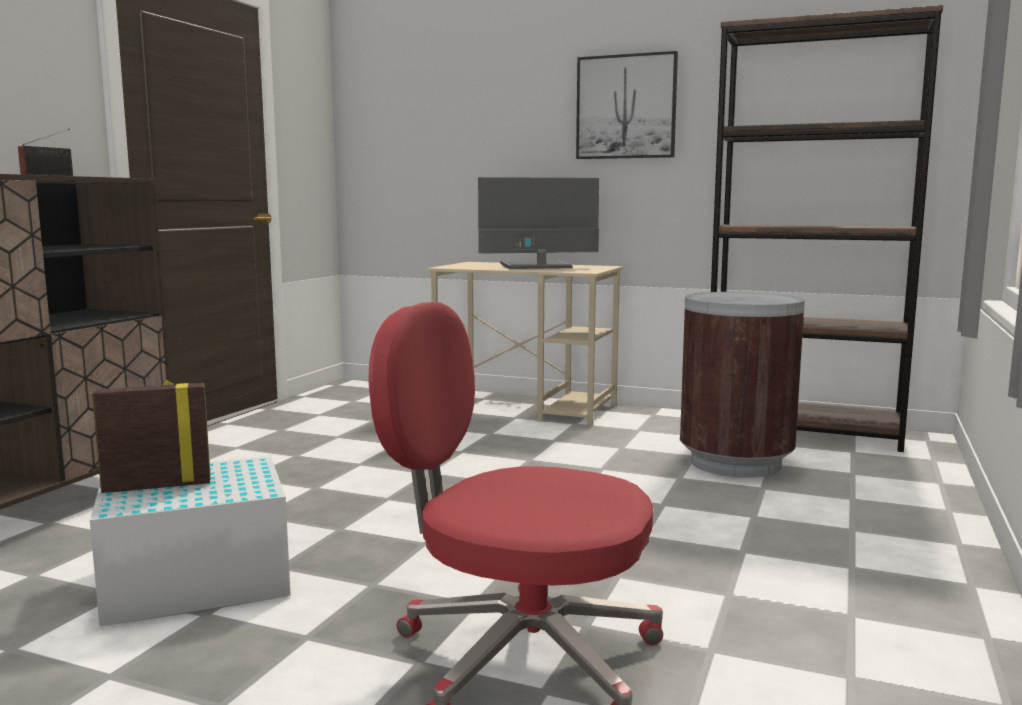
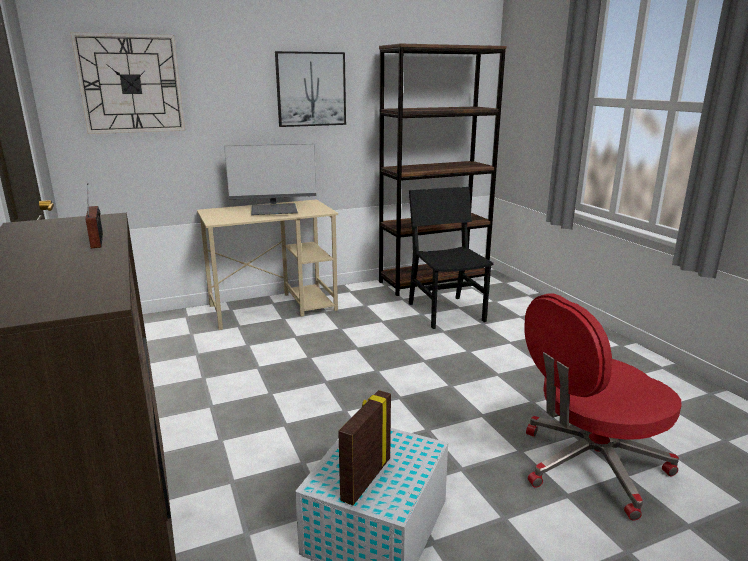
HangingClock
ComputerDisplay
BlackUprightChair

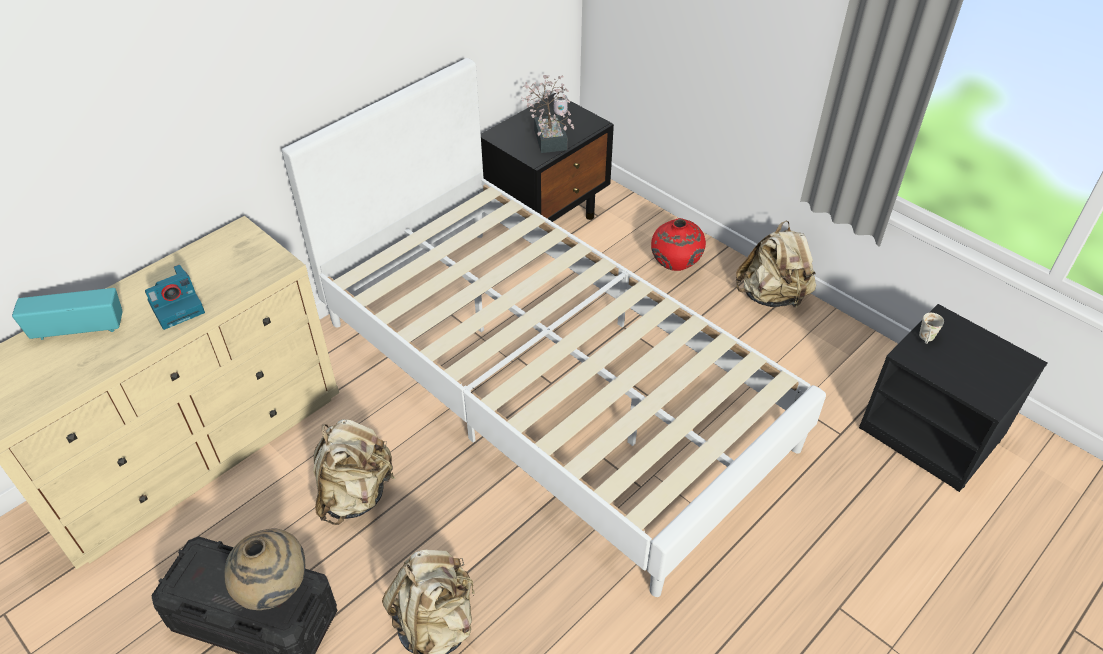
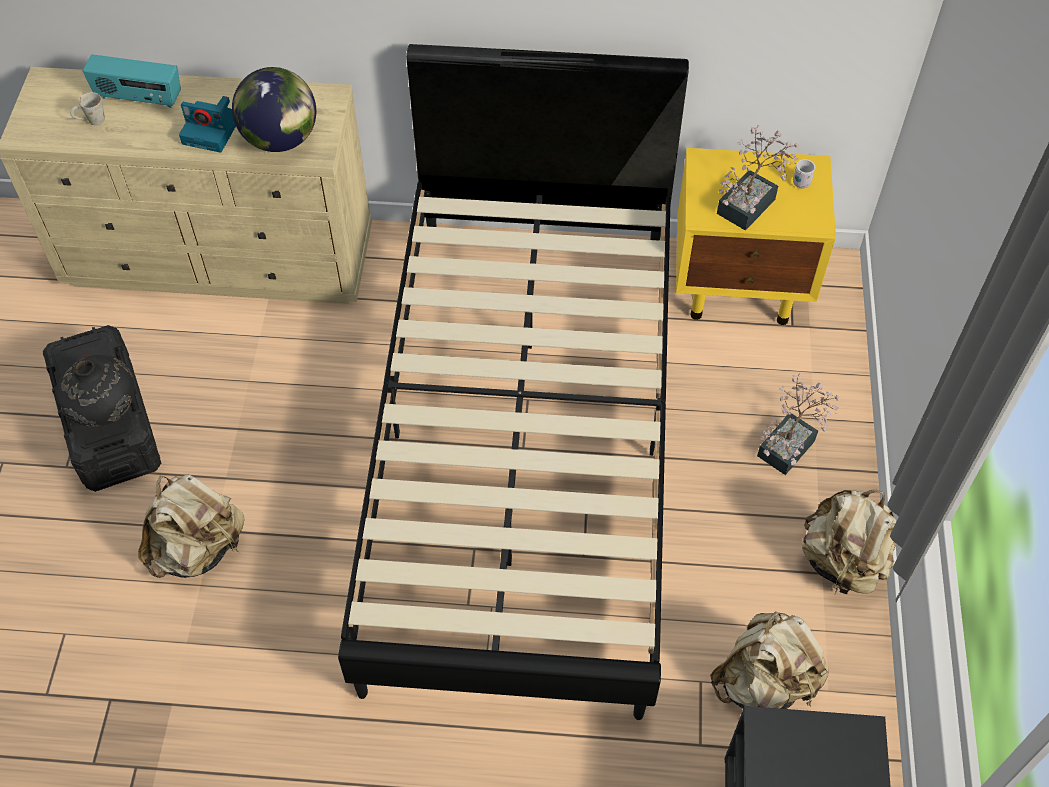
BlackFlowerVase
WhiteTeaMug (no. 1 from left)
Radio
DeskGlobe
BlackBed
YellowNightTable
BeigeKnapsack (no. 2 from left)
PlantInAPot (no. 2 from left)

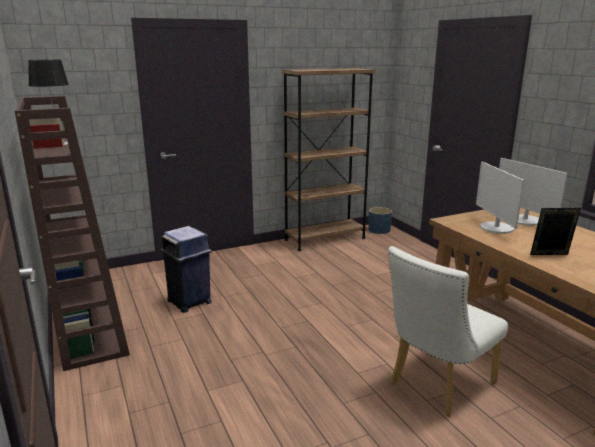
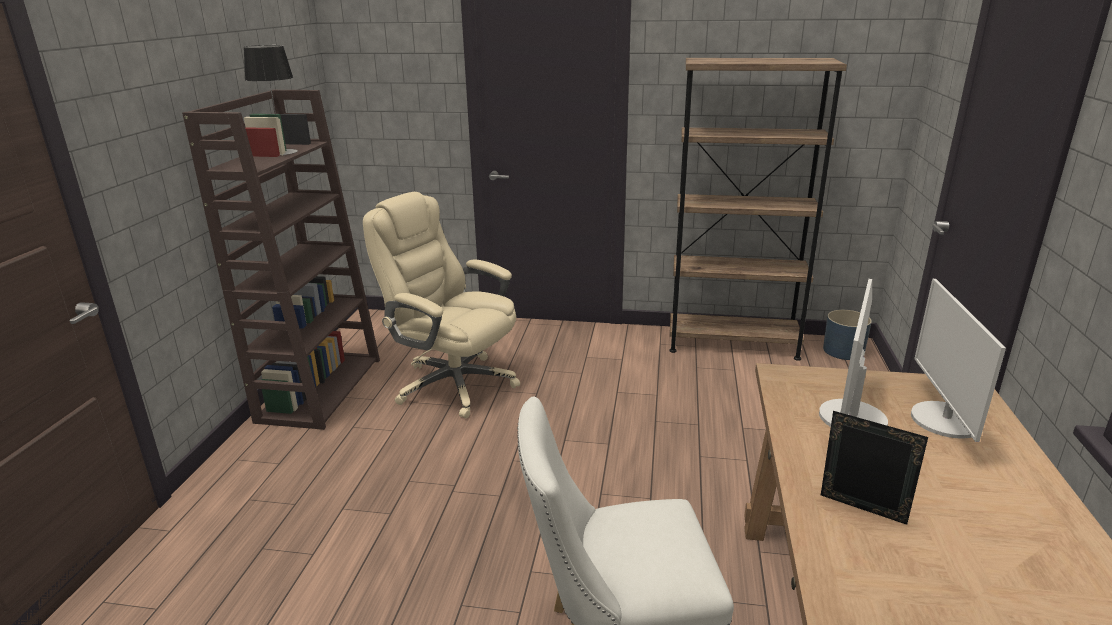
BeigeComputerChair

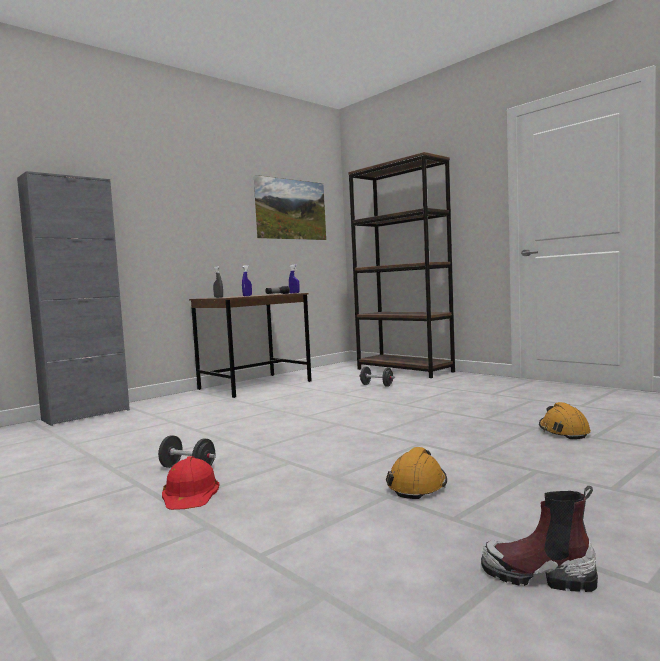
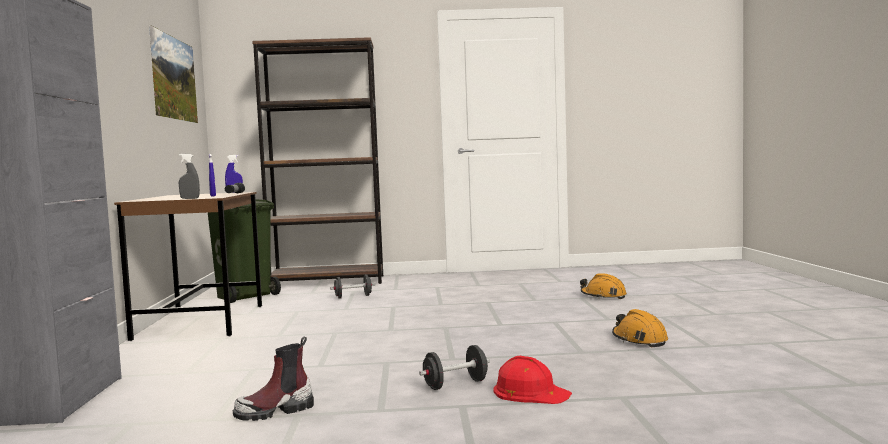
GreenColouredWasteBin
TallBoot

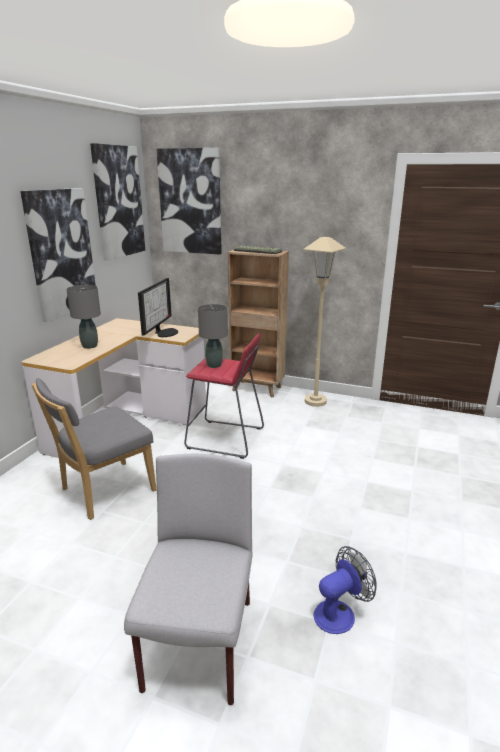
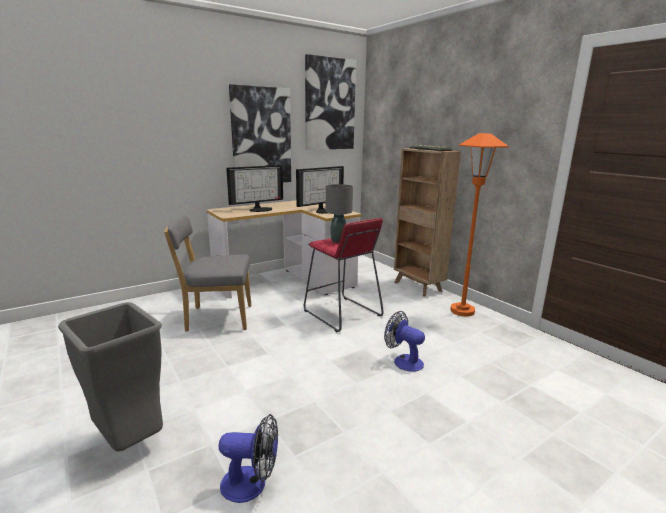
GreyishWasteBin
ComputerDisplay (no. 1 from left)
ElectricFan (no. 2 from left)
OrangeStandardLamp
WallPicture (no. 3 from left in the first image)

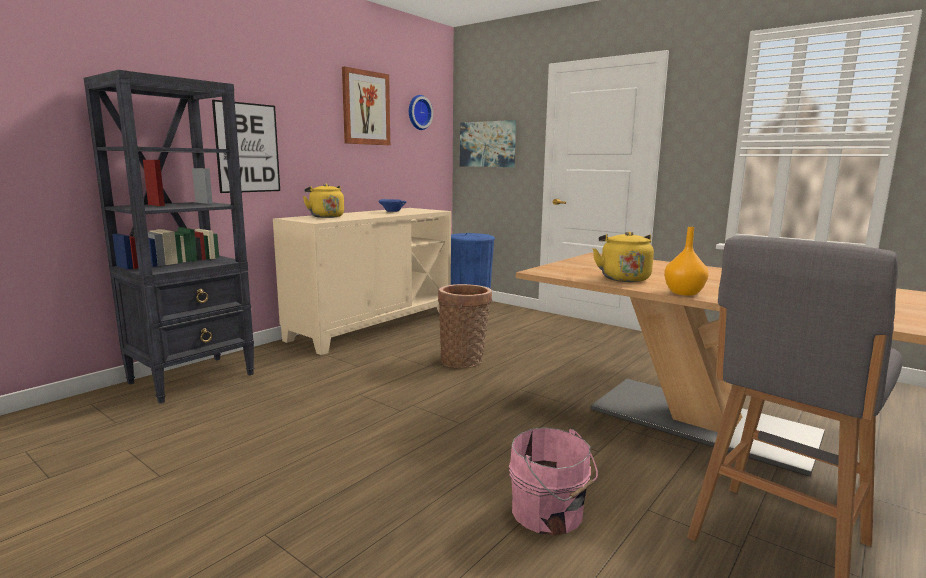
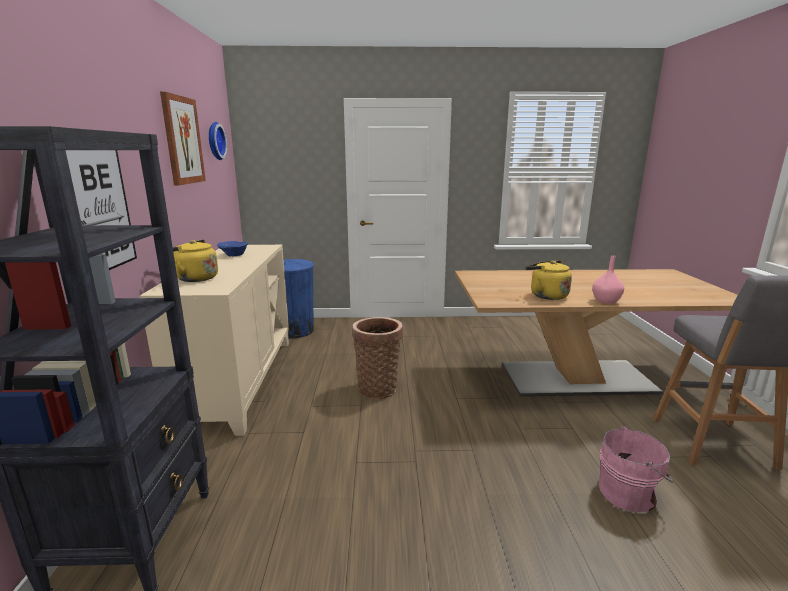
PinkFlowerVase
WallPicture (no. 3 from left in the first image)

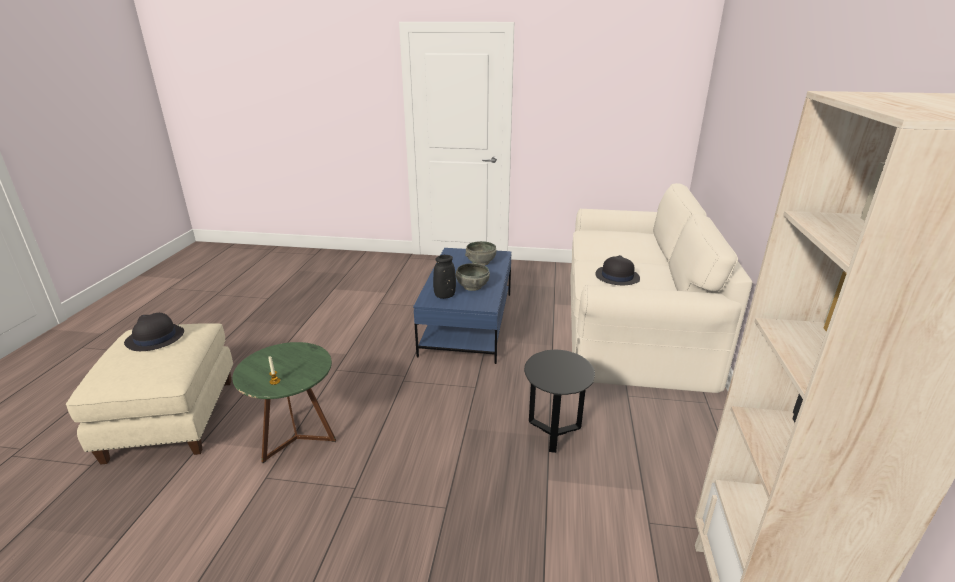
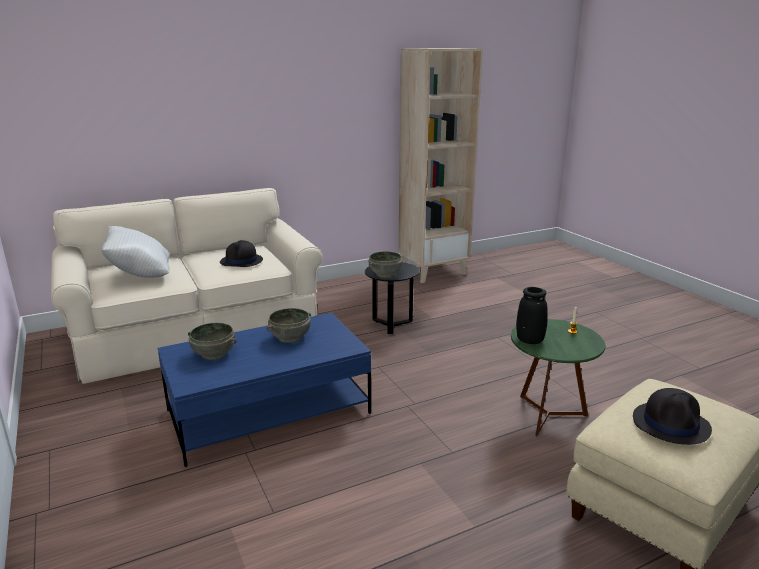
WhiteCushion
GreyishServingBowl (no. 3 from left)
BlackFlowerVase

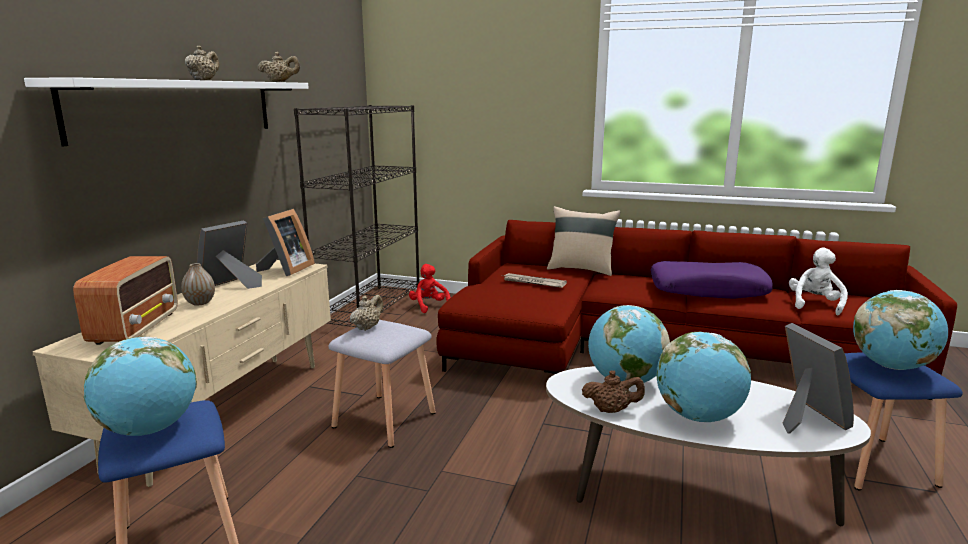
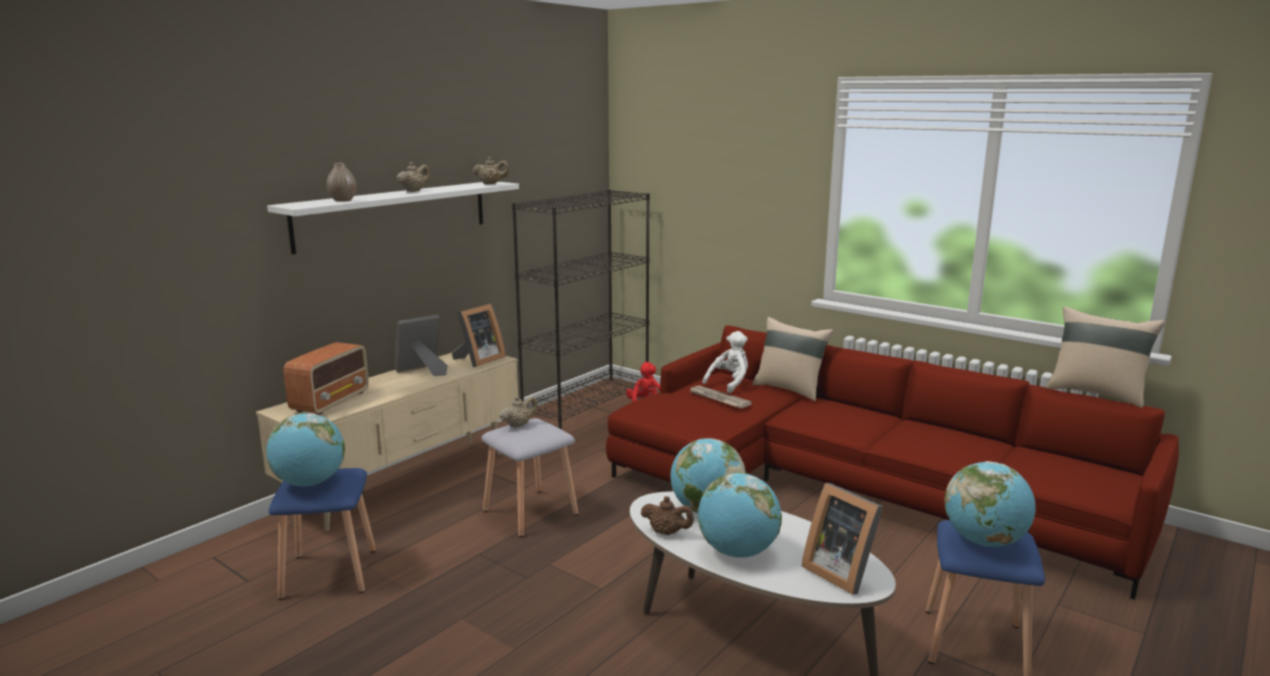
FlowerVase
WhitePlushToy
PhotoFrame (no. 3 from left)
BeigeCushion (no. 2 from left)
PurpleCushion

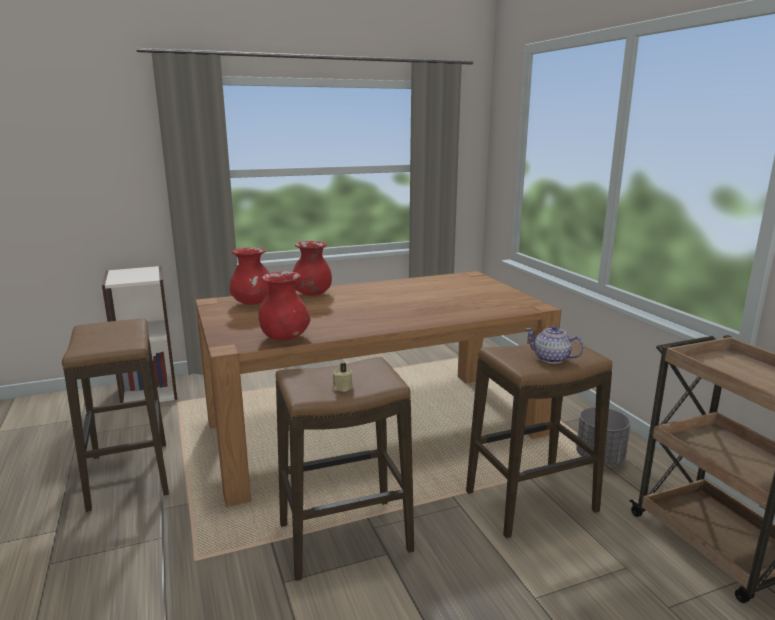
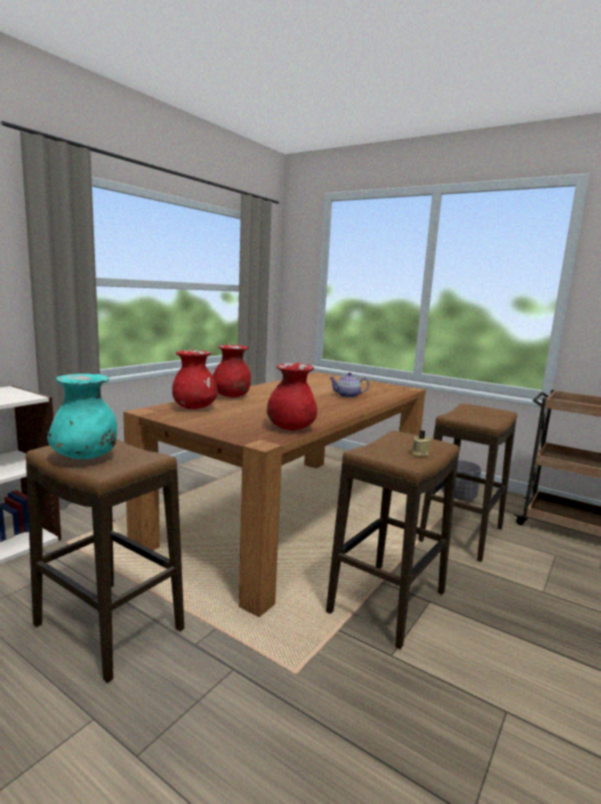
BlueGreenFlowerVase
PotForTea

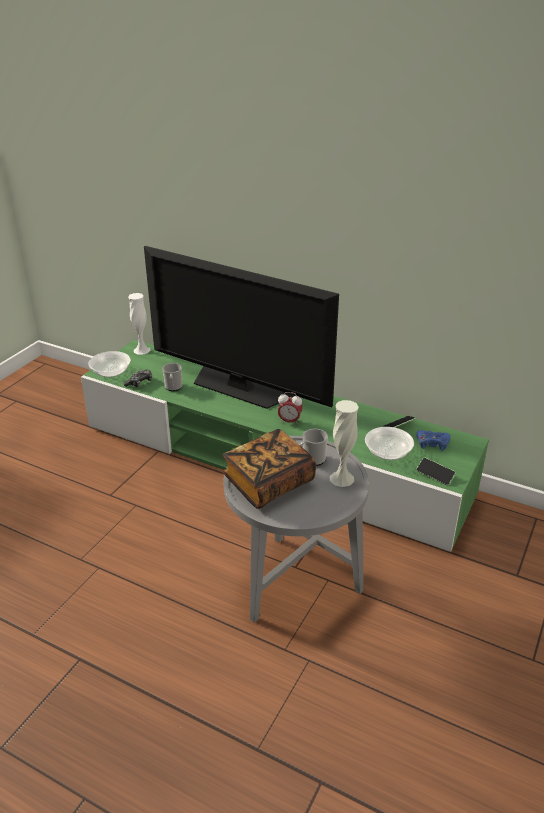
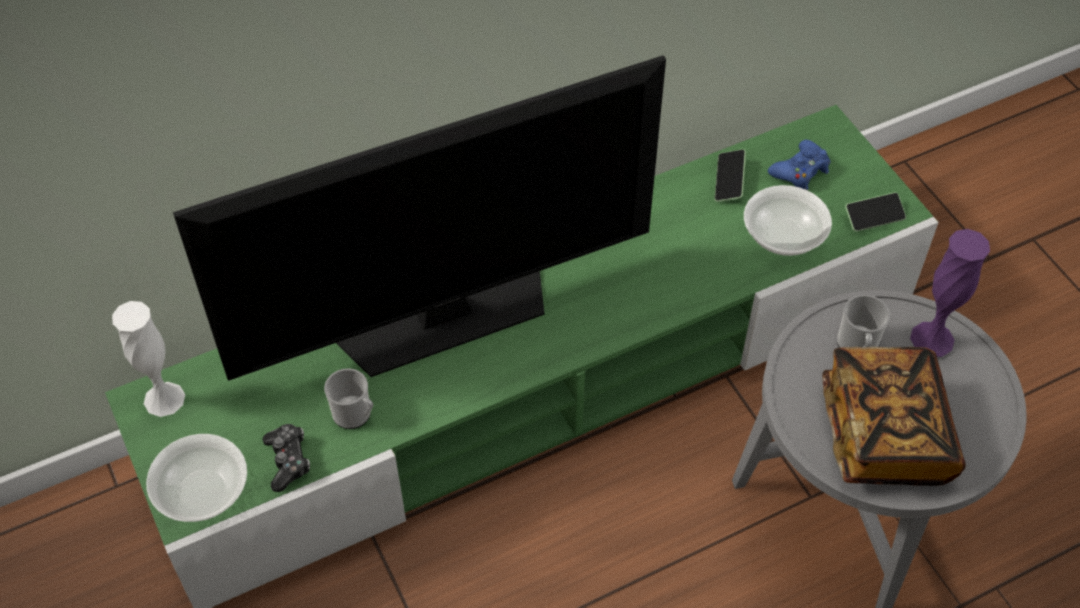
PurpleFlowerVase
AlarmClock

